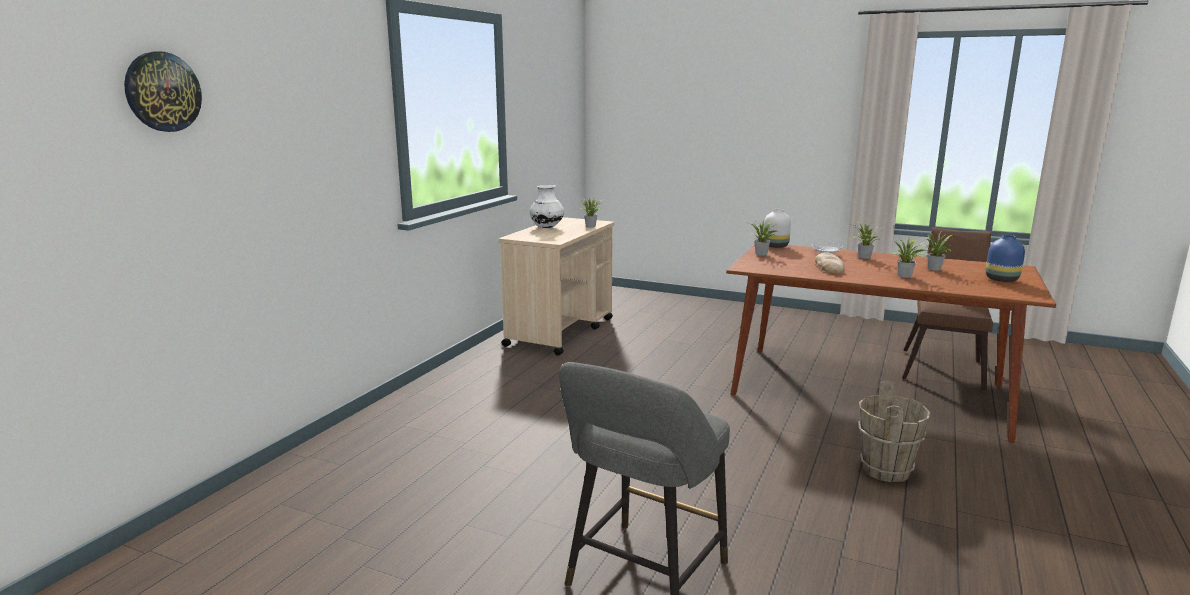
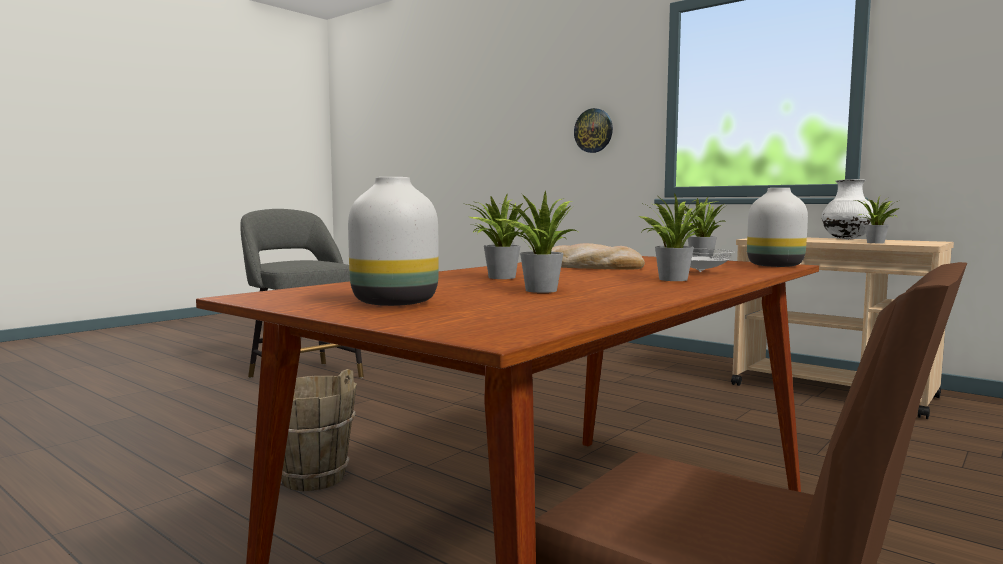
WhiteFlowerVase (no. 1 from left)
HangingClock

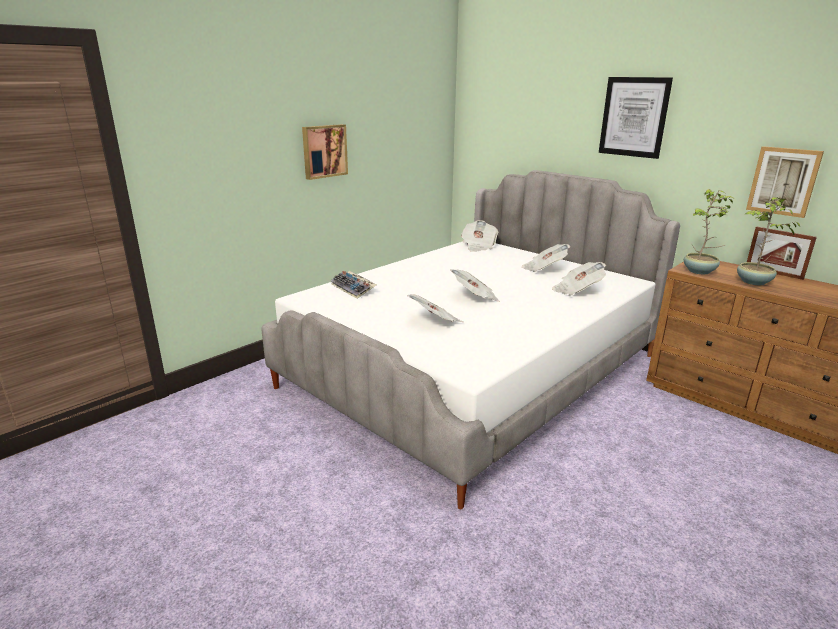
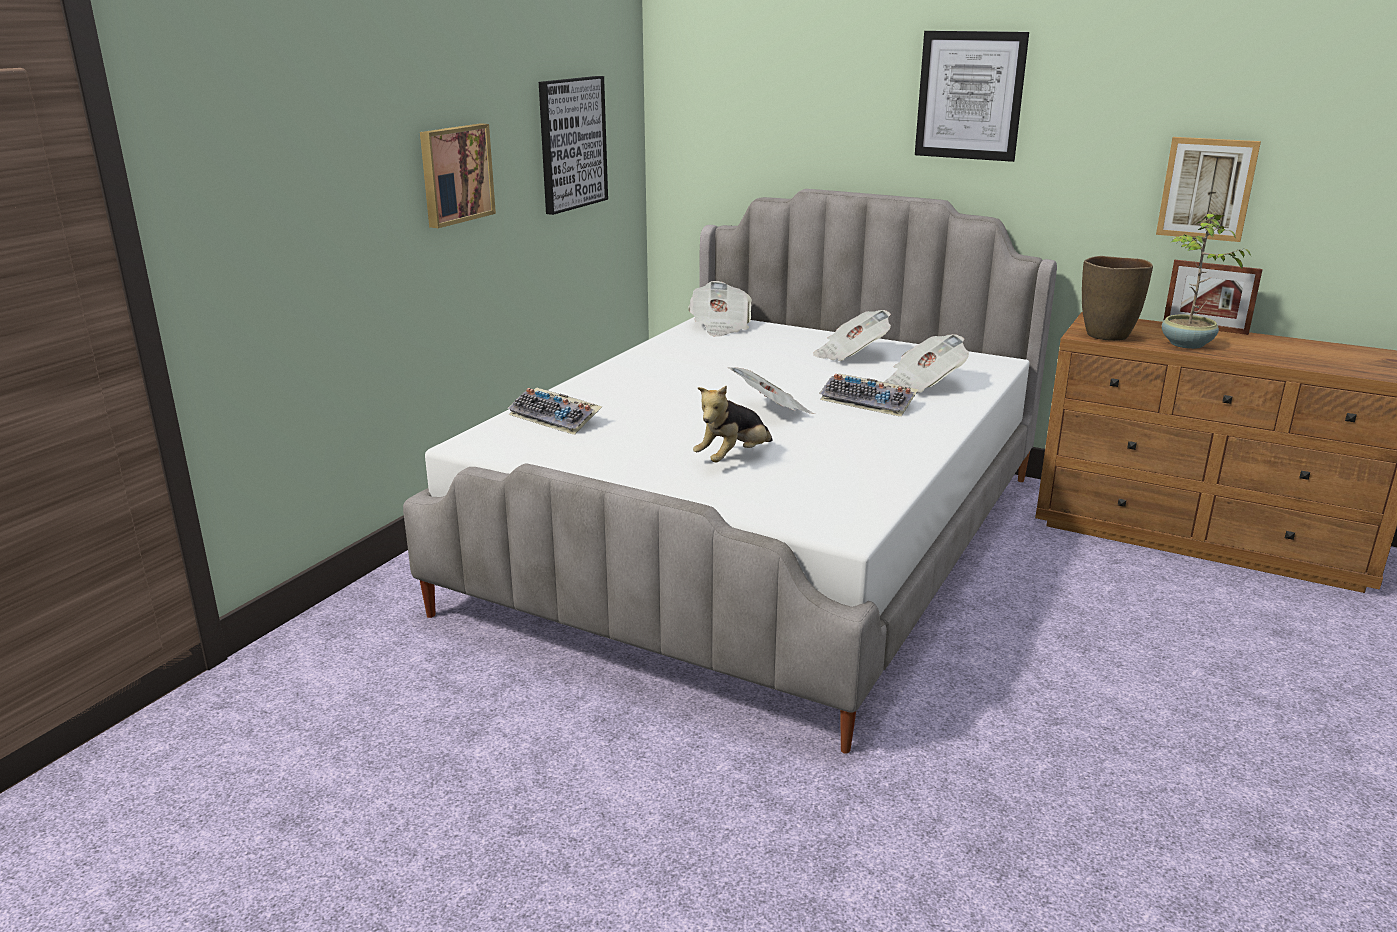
WallPicture (no. 2 from left)
PlushToy
ComputerKeyboard (no. 2 from left)
BrownishFlowerVase

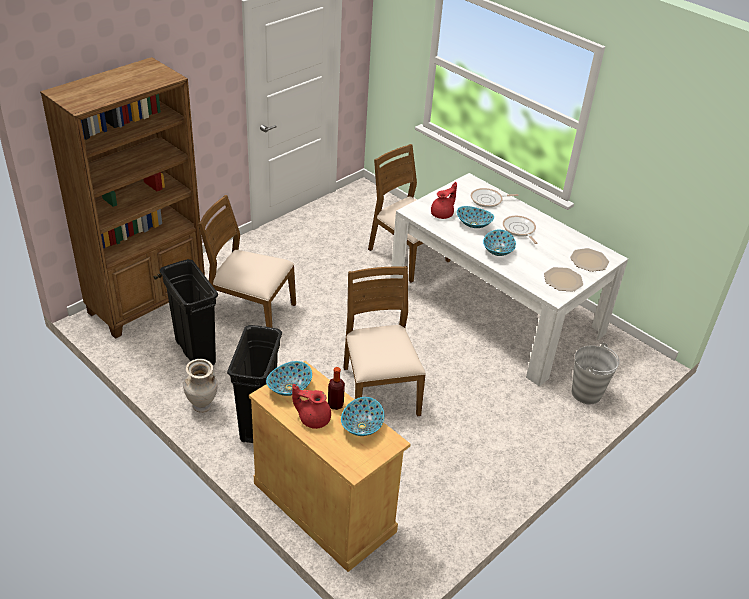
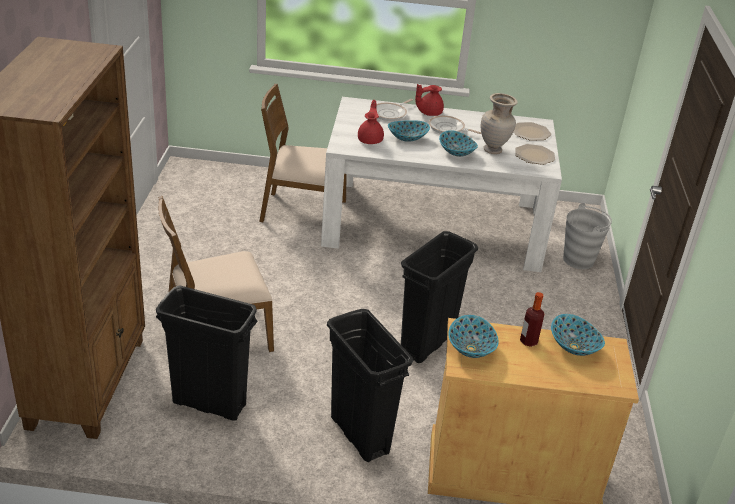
BlackWasteBin (no. 3 from left)
RedColouredPotForTea (no. 2 from left)
BeigeFlowerVase

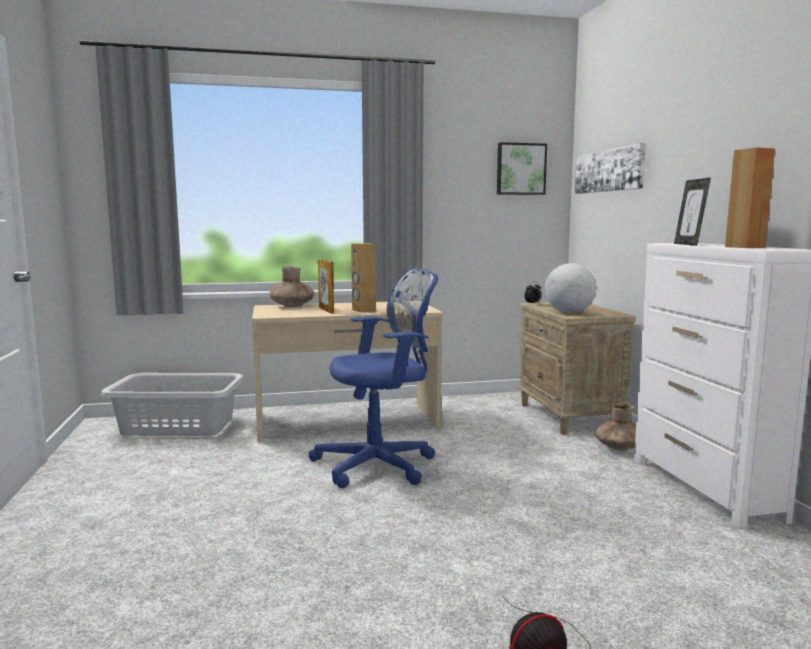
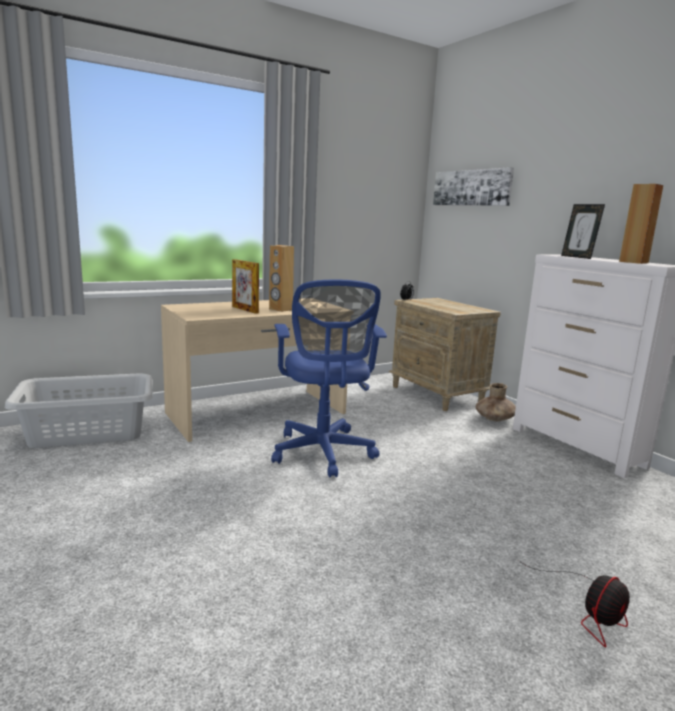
BluishComputerChair
BrownishFlowerVase (no. 1 from left in the first image)
WallPicture (no. 1 from left in the first image)
DeskGlobe

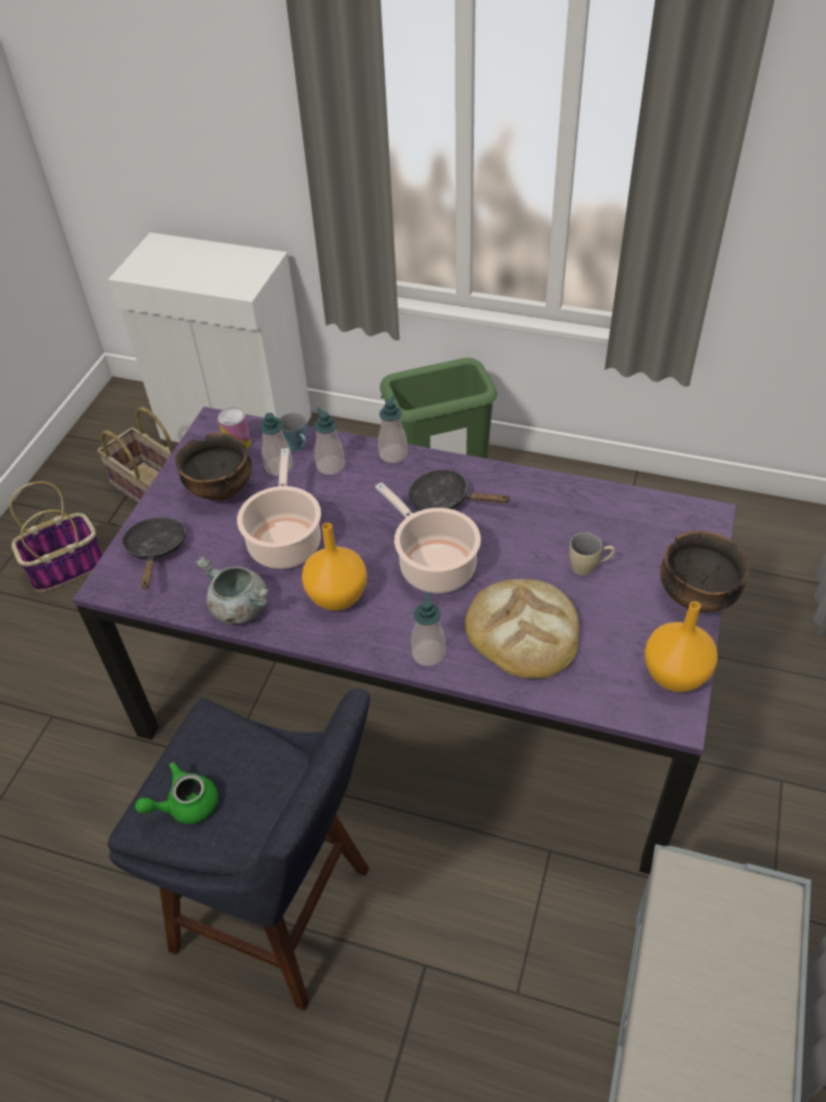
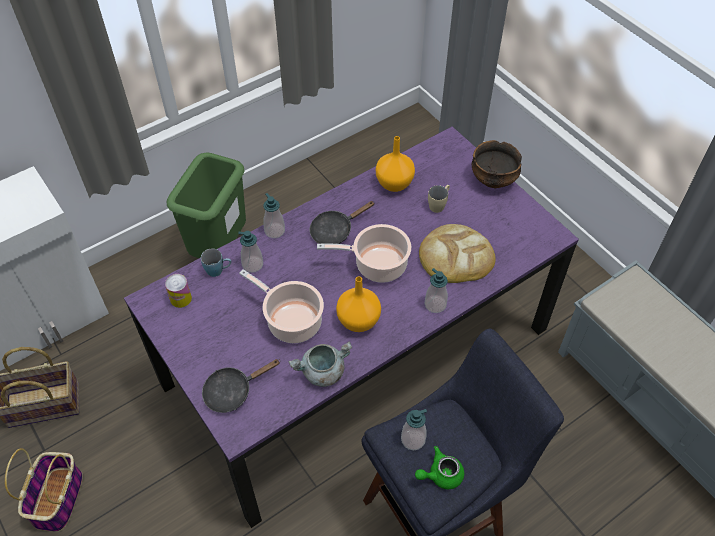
BlackFryingPan (no. 1 from left)
OrangeFlowerVase (no. 2 from left)
LiquidSoapBottle (no. 3 from left)
GreenColouredPotForTea
ServingBowl (no. 1 from left in the first image)

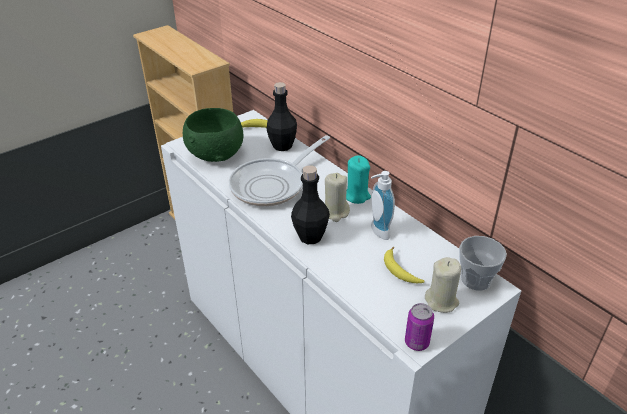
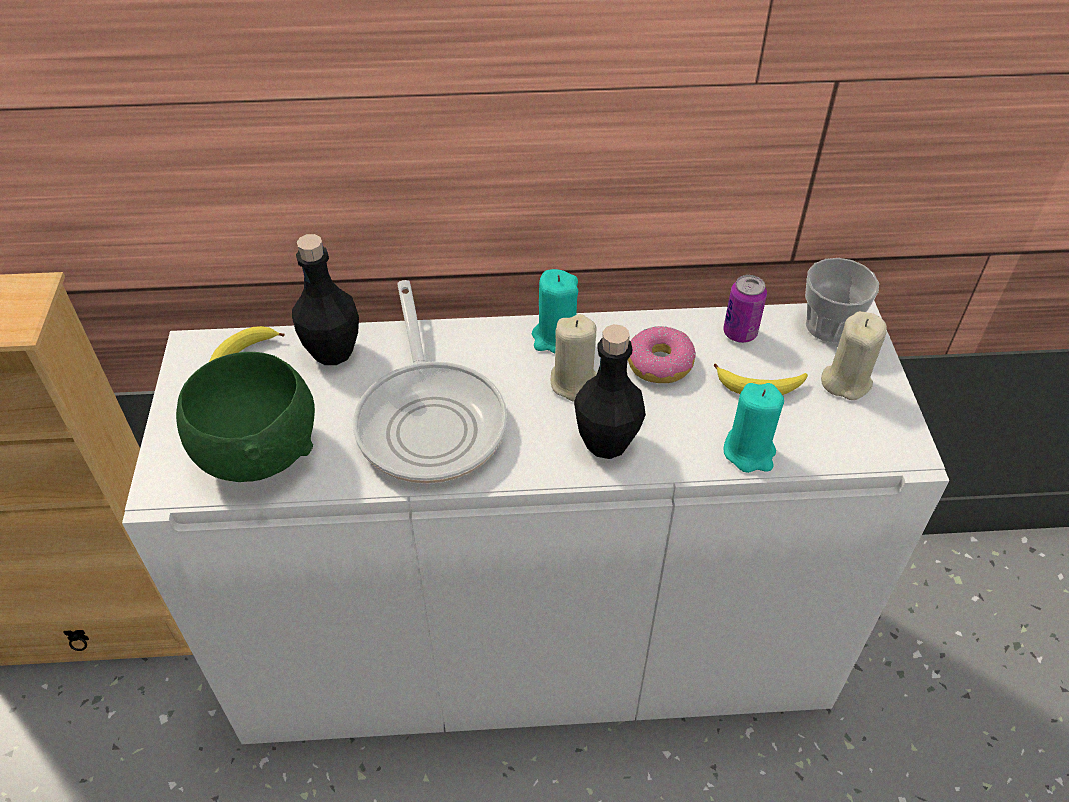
Doughnut
SealedCan
BlueGreenWaxCandle (no. 2 from left)

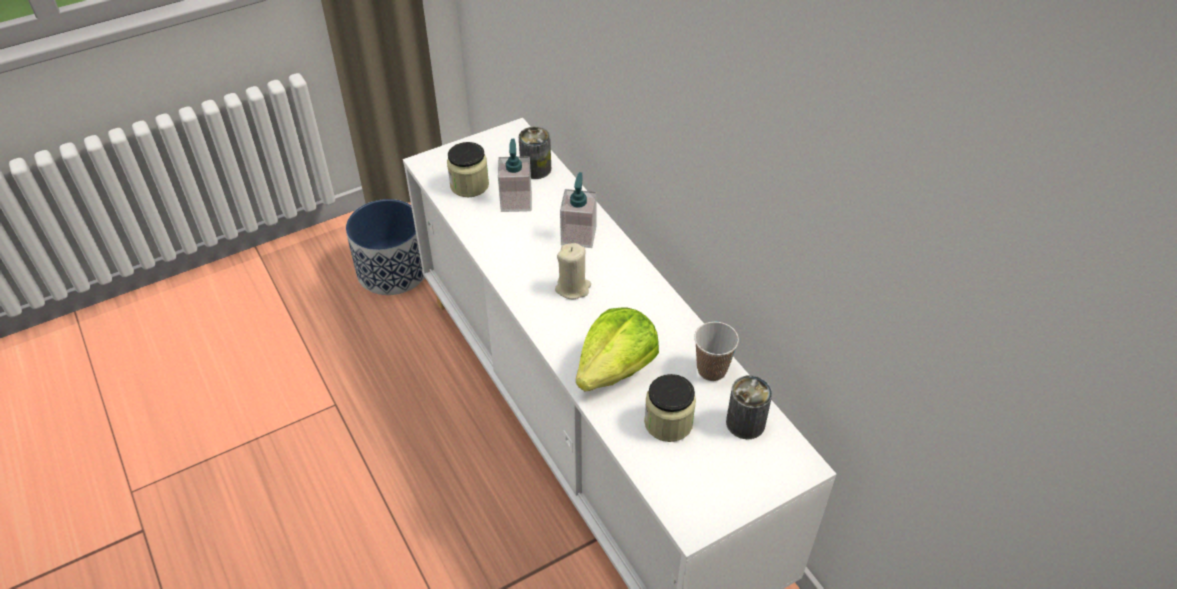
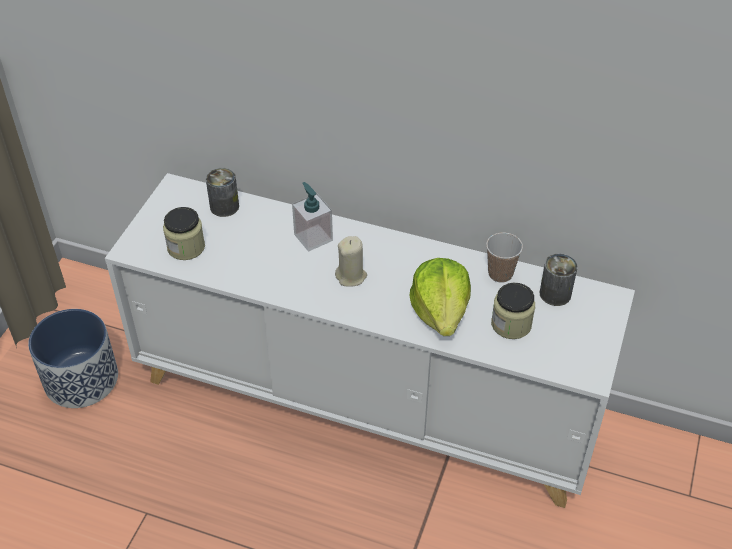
LiquidSoapBottle (no. 1 from left in the first image)

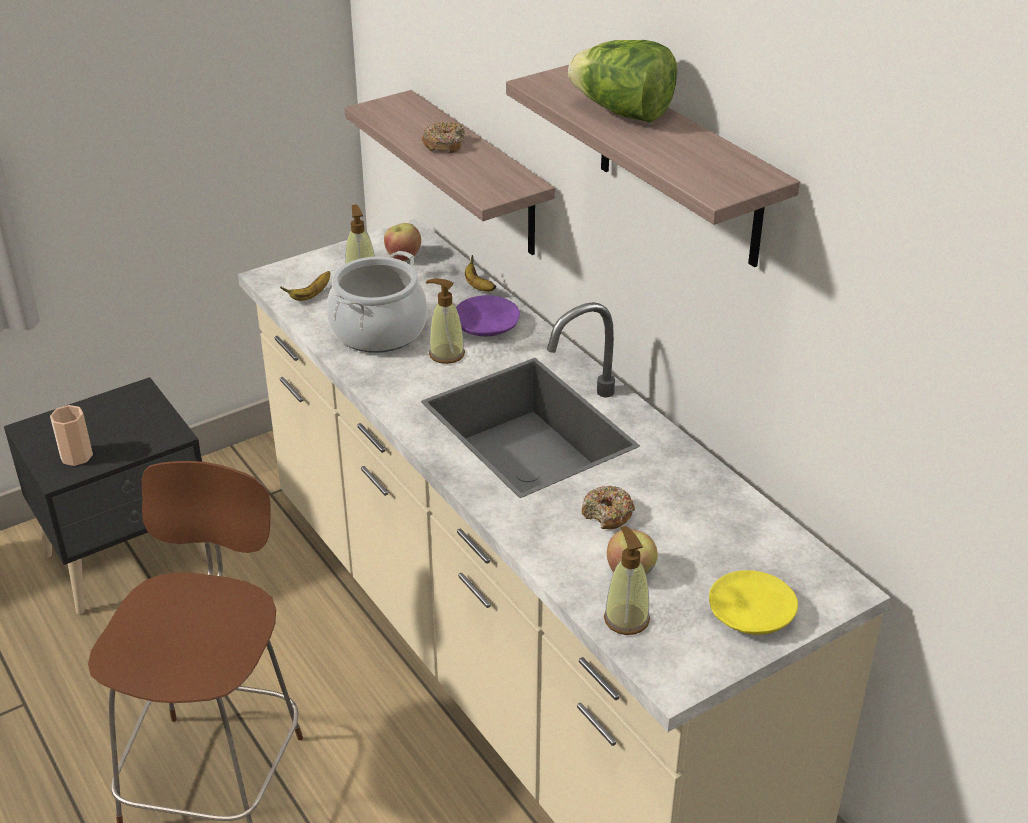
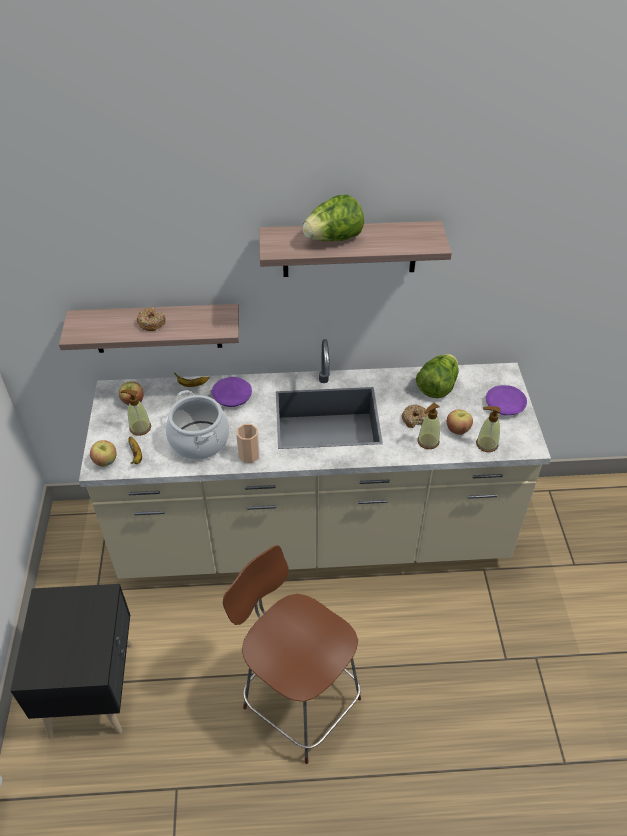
AppleFruit (no. 1 from left)
Cup
LettuceHead (no. 2 from left)
LiquidSoapBottle (no. 2 from left)
PurplePlate (no. 2 from left)

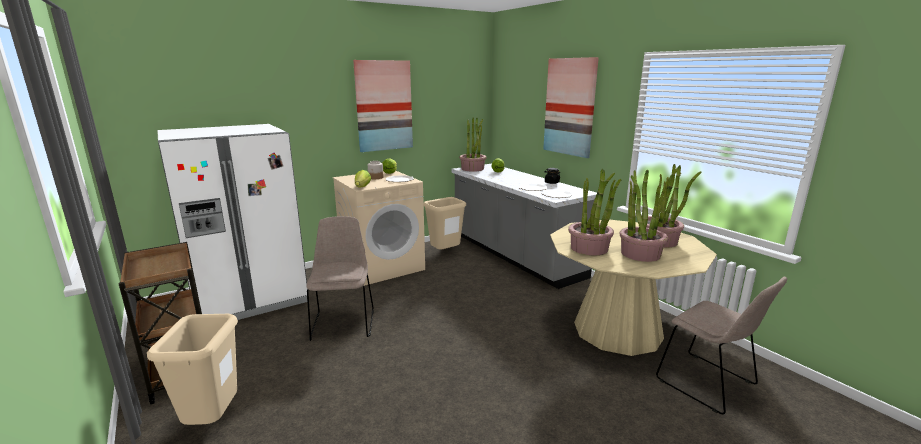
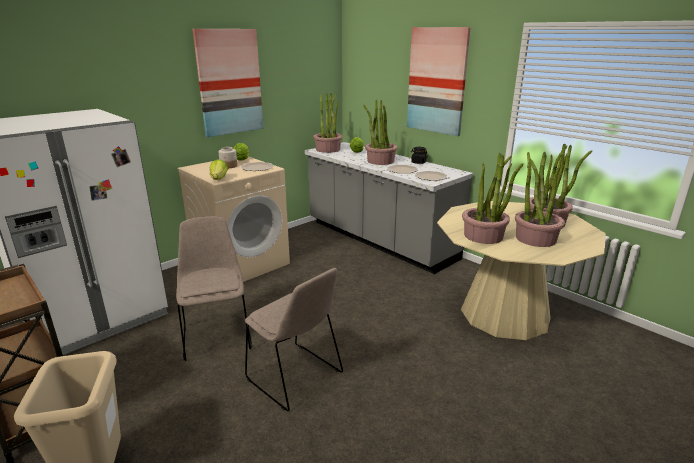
BeigeUprightChair (no. 2 from left)
PlantInAPot (no. 2 from left)
BeigeWasteBin (no. 2 from left in the first image)

